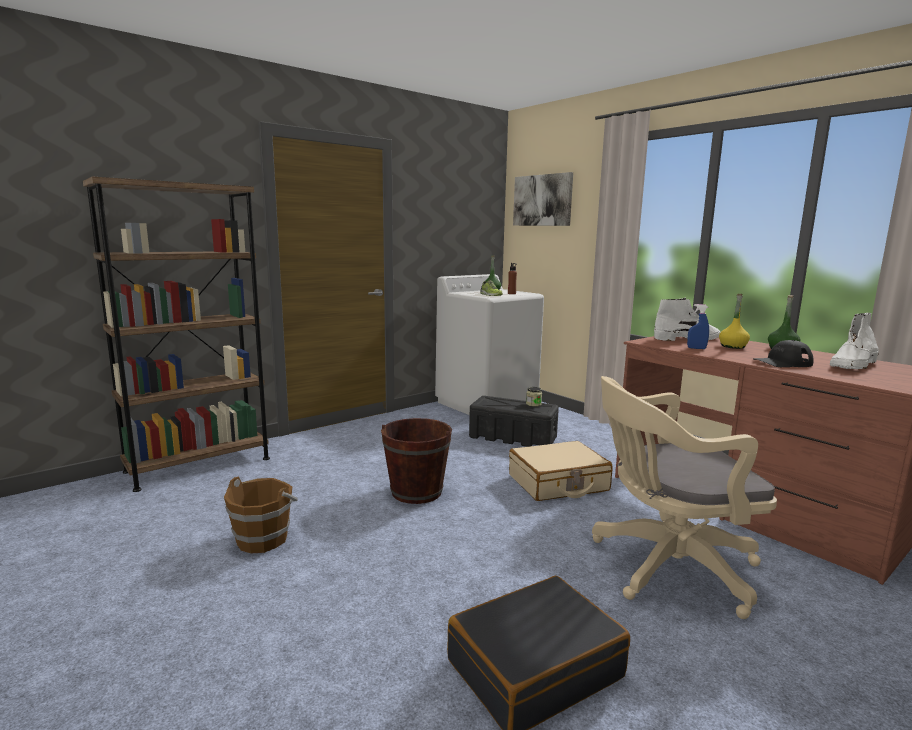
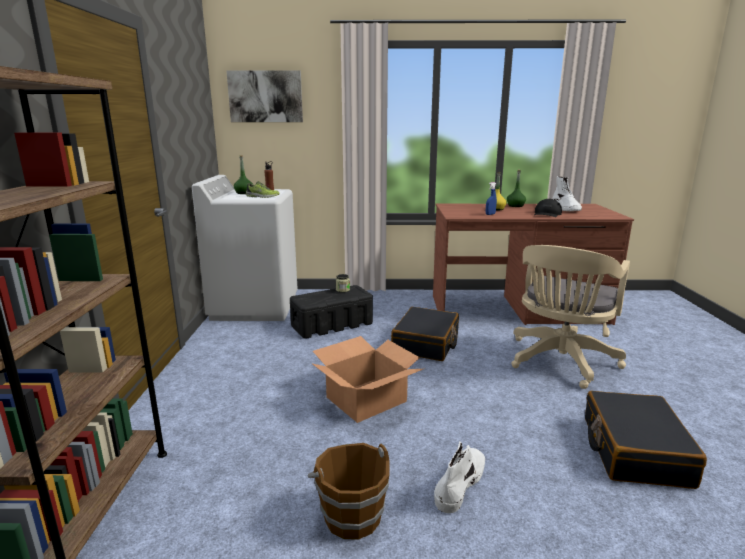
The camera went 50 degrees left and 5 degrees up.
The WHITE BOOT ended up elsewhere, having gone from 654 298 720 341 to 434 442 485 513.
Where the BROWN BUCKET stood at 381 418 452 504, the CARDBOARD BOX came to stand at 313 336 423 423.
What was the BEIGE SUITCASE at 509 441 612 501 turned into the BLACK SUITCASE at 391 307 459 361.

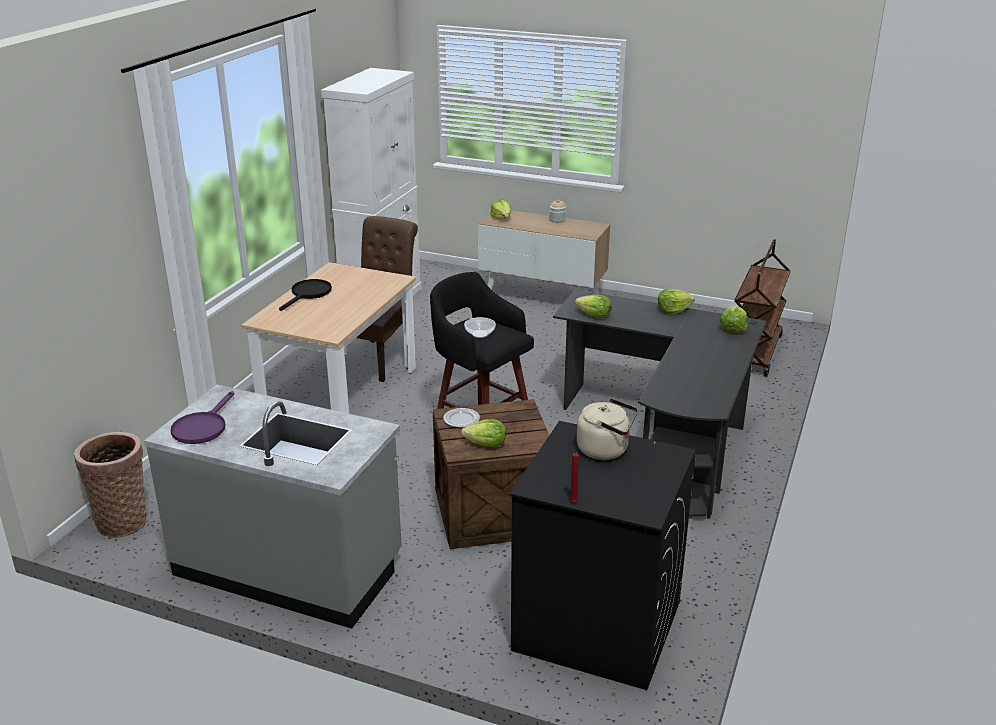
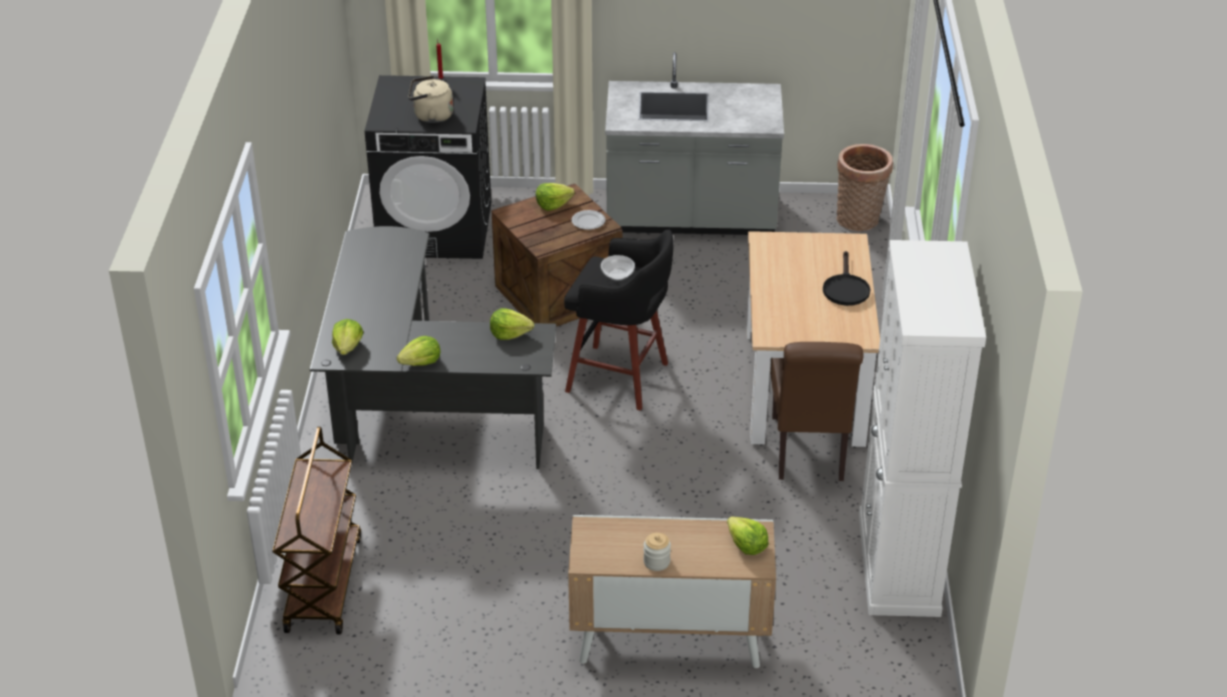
The camera went 160 degrees right and 10 degrees up.
The second view lost the PURPLE FRYING PAN at 171 391 234 444.

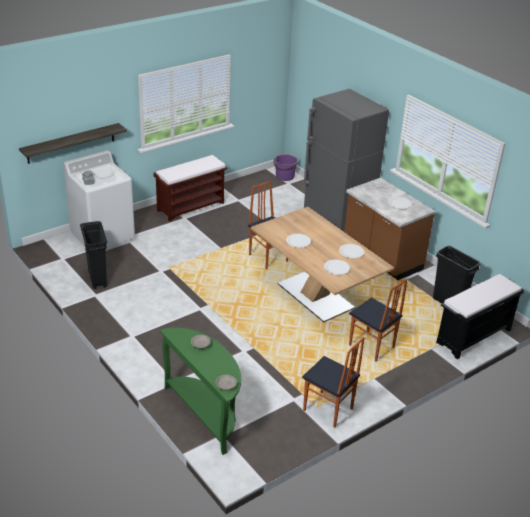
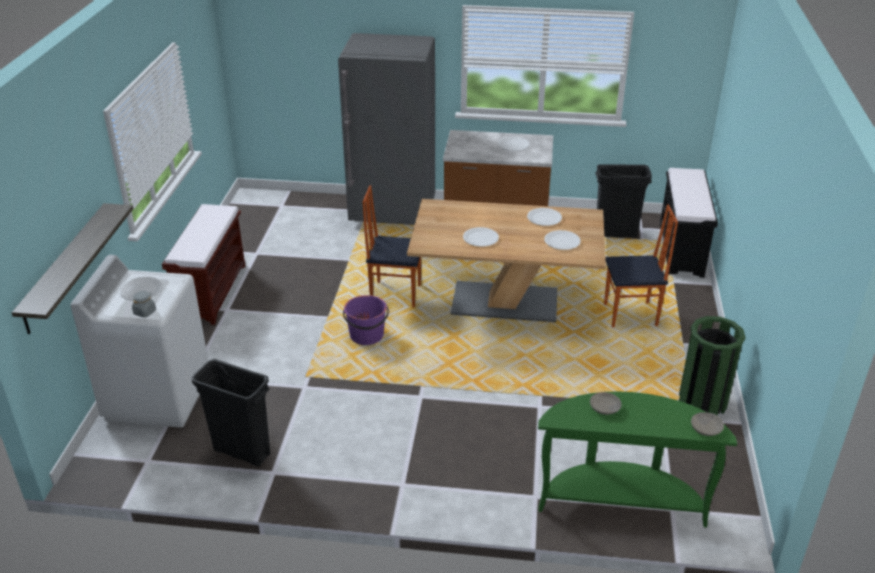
The camera went 45 degrees left and 0 degrees up.
The PURPLE BUCKET ended up elsewhere, having gone from 274 154 298 181 to 343 295 389 345.
Where the CHAIR stood at 302 337 365 428, the GREEN TRASH CAN came to stand at 679 316 746 415.

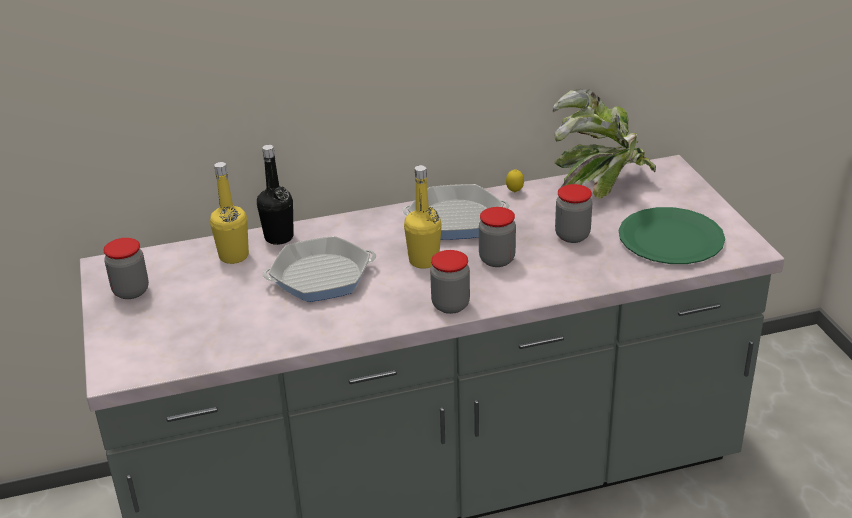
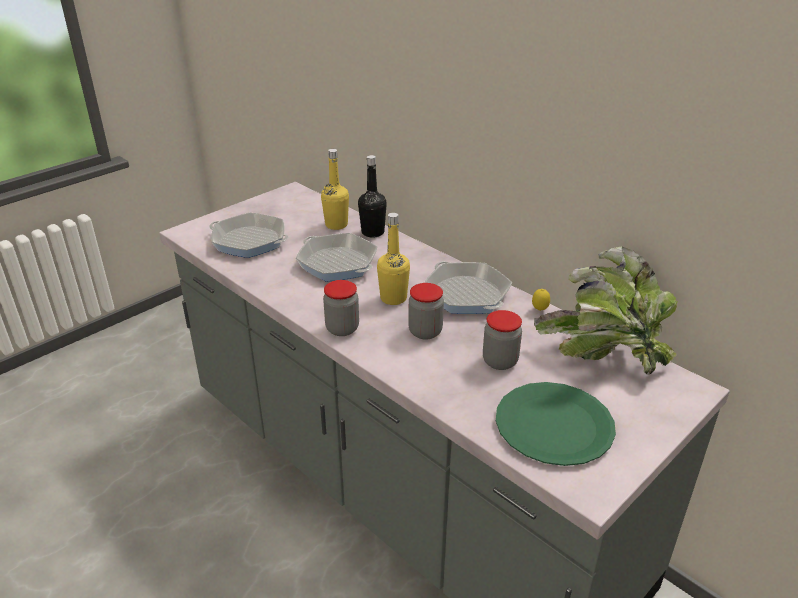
The camera went 60 degrees right and 0 degrees up.
The second view lost the JAR at 103 238 149 299.
The second view gained the FRYING PAN at 209 212 289 258.

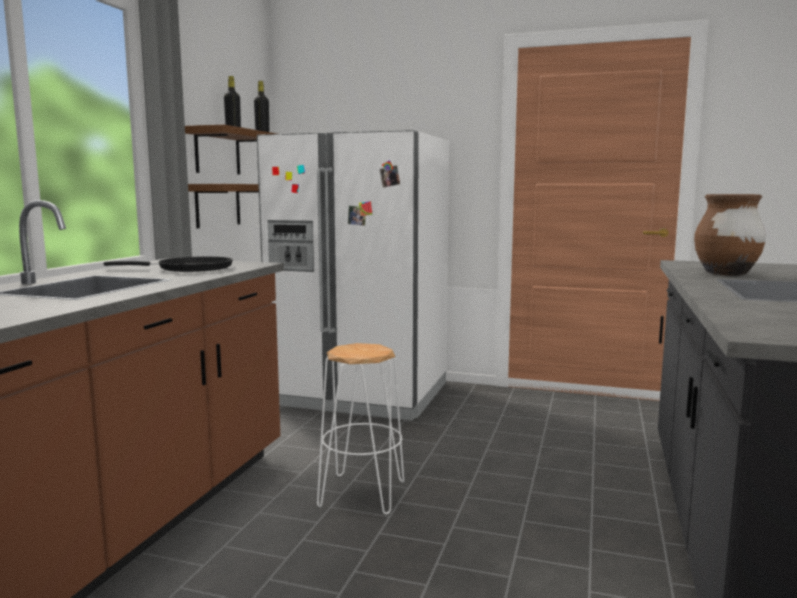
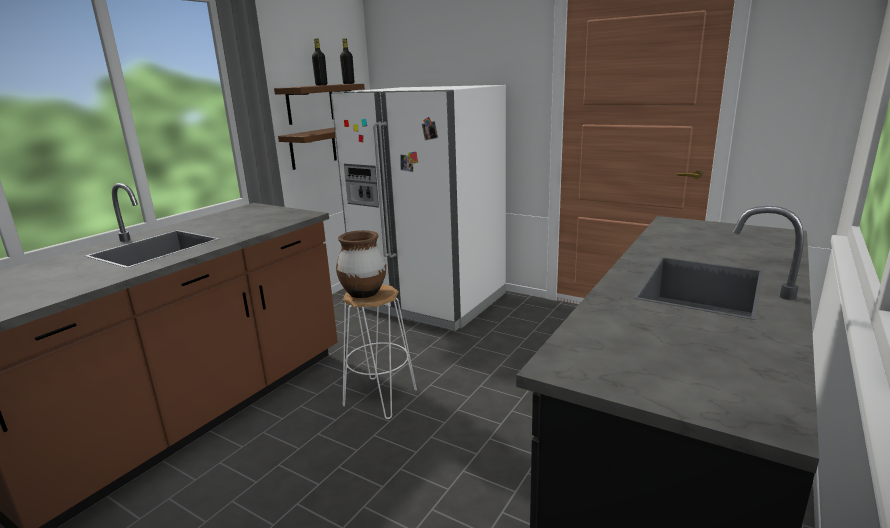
The camera went 15 degrees right and 10 degrees up.
The BROWN VASE ended up elsewhere, having gone from 694 194 766 276 to 336 230 386 298.
The second view lost the BLACK FRYING PAN at 104 256 233 272.

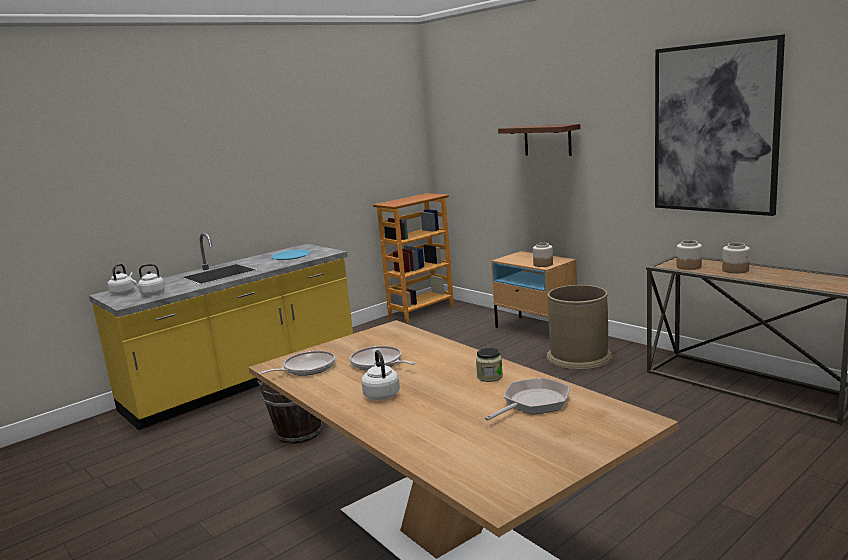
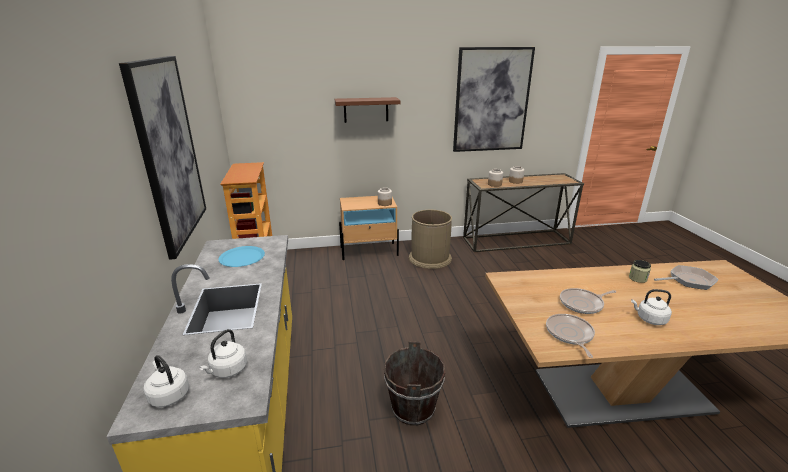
The camera went 60 degrees left and 10 degrees up.
The FRYING PAN at 485 378 570 421 ended up facing another way, 90 degrees clockwise from before.
The second view gained the PICTURE at 119 56 206 260.

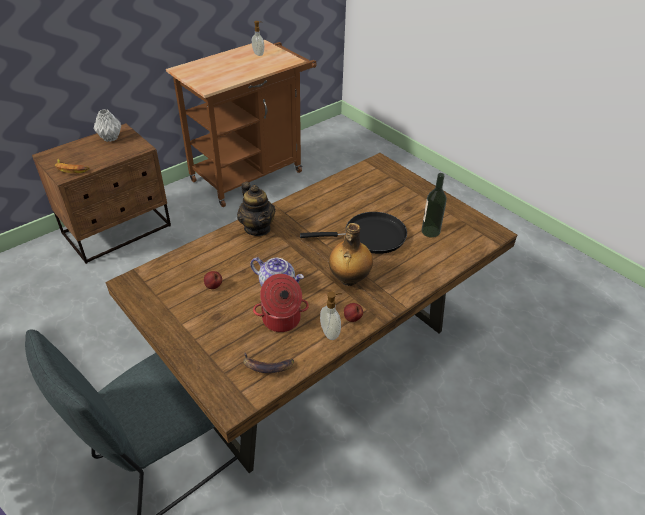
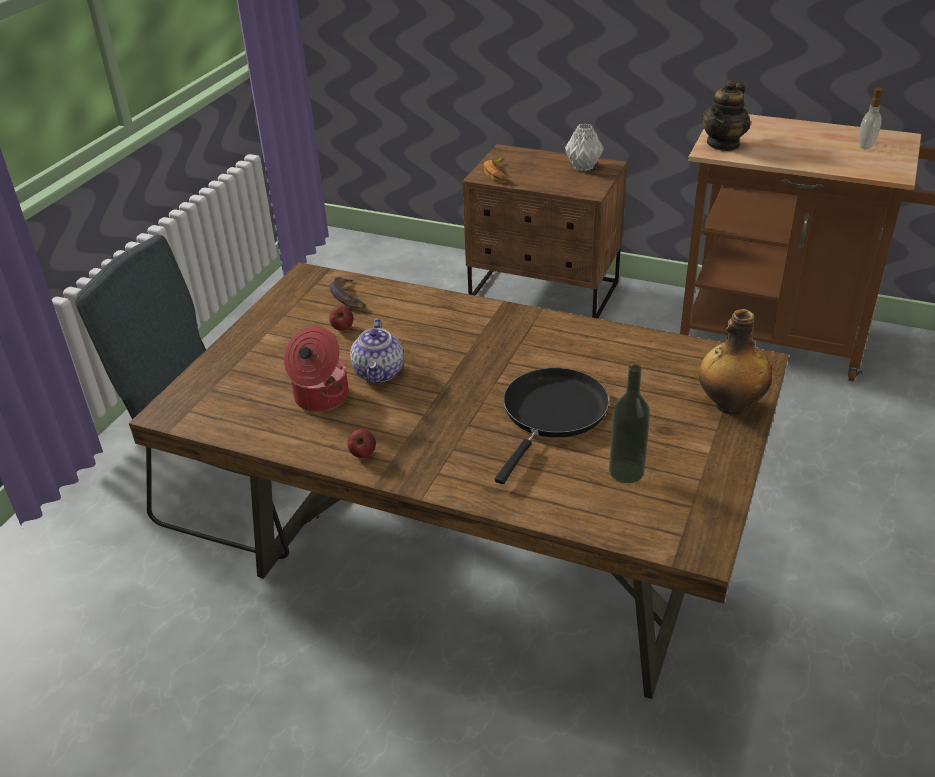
The camera went 65 degrees right and 5 degrees down.
The TEAPOT ended up elsewhere, having gone from 237 182 275 236 to 702 80 751 151.
The BLACK FRYING PAN at 300 212 407 254 ended up facing another way, 120 degrees counterclockwise from before.
The BOTTLE ended up elsewhere, having gone from 329 223 373 286 to 699 309 772 415.
The second view lost the SOAP DISPENSER at 320 292 342 340.
The BANANA ended up elsewhere, having gone from 243 353 294 373 to 329 277 365 309.

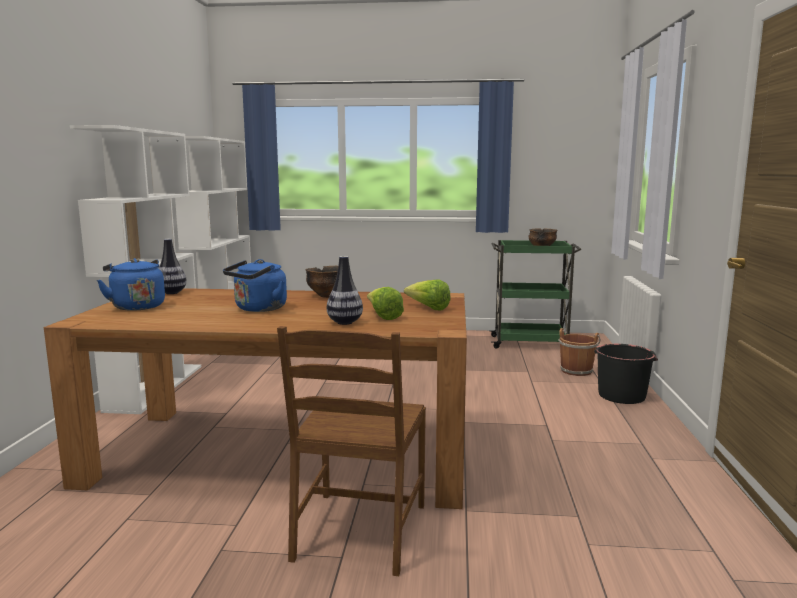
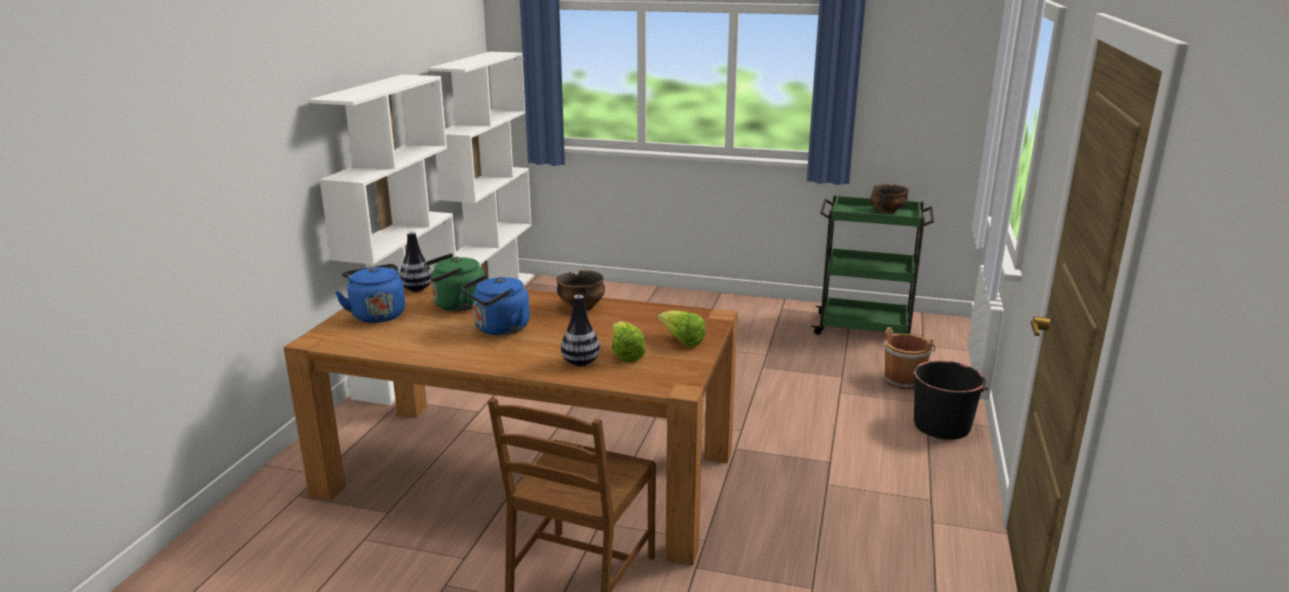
The camera went 10 degrees right and 10 degrees up.
The second view gained the GREEN KETTLE at 424 253 484 312.

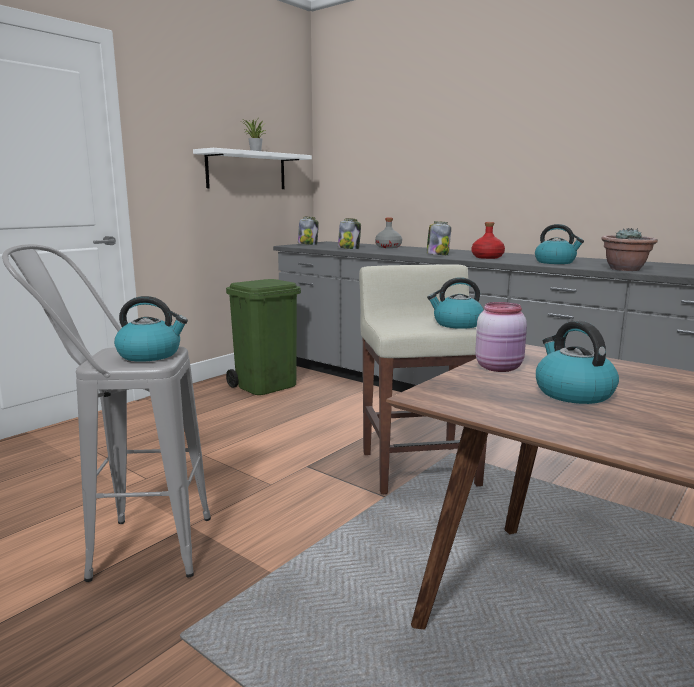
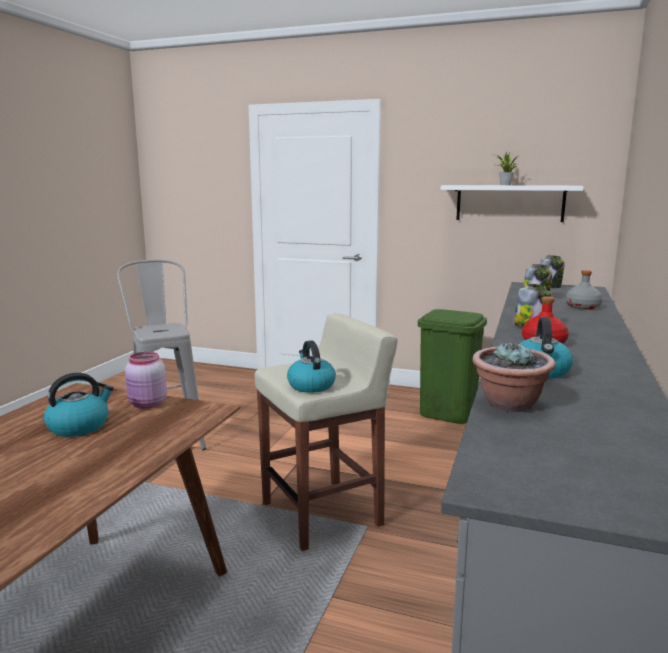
The camera went 70 degrees right and 0 degrees up.
The second view lost the KETTLE at 114 296 188 362.

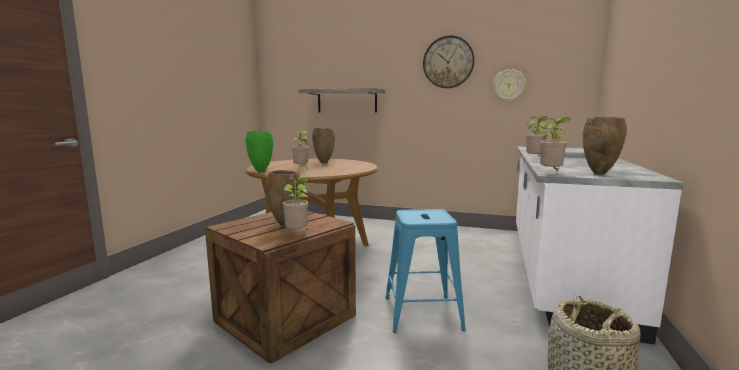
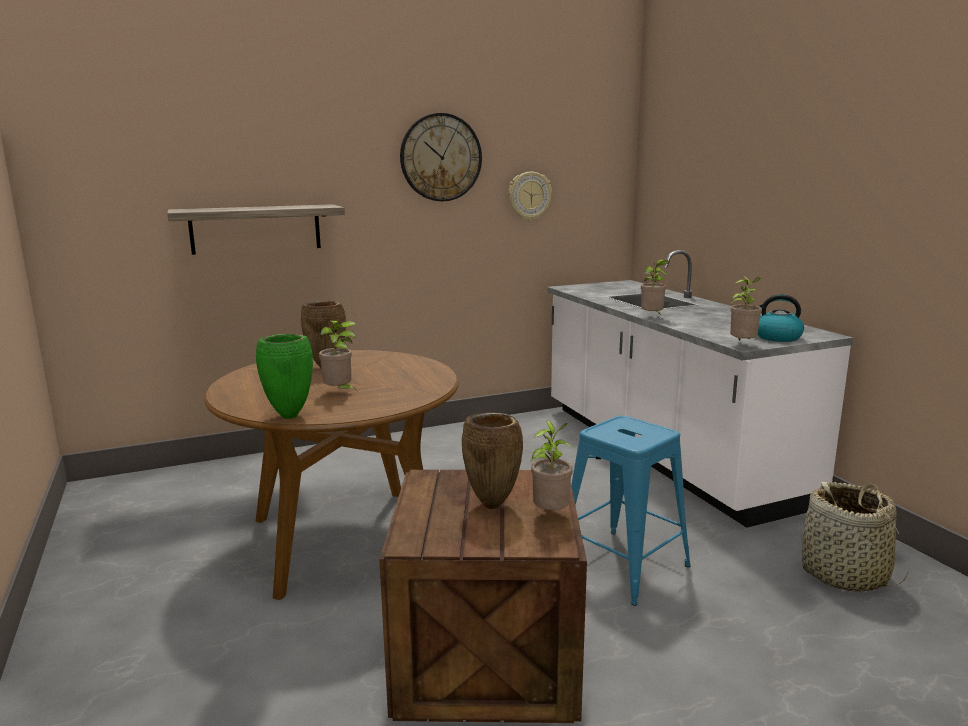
The camera went 40 degrees left and 5 degrees up.
Where the BROWN VASE stood at 583 117 627 175, the KETTLE came to stand at 758 294 804 342.

